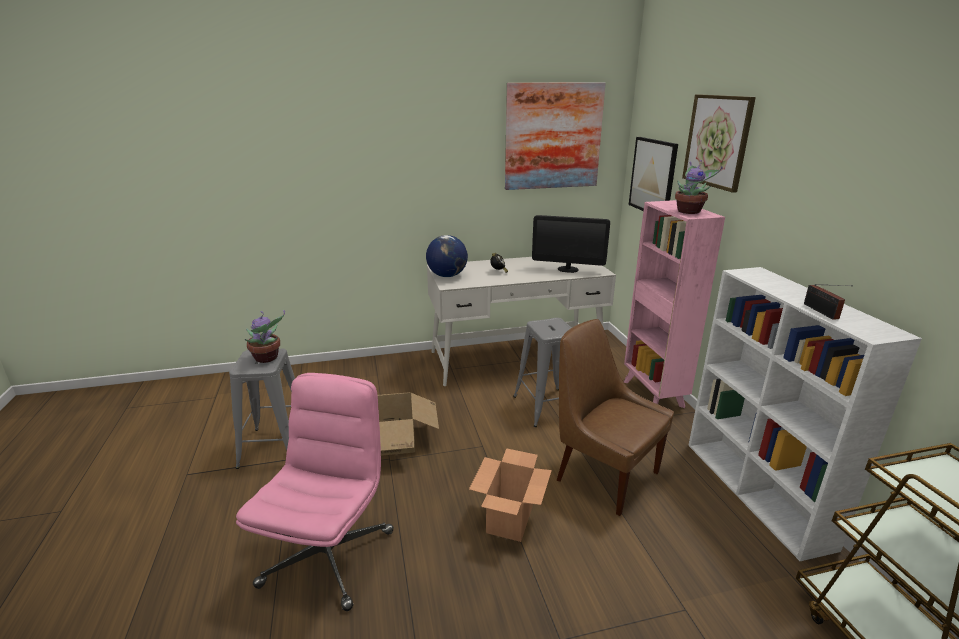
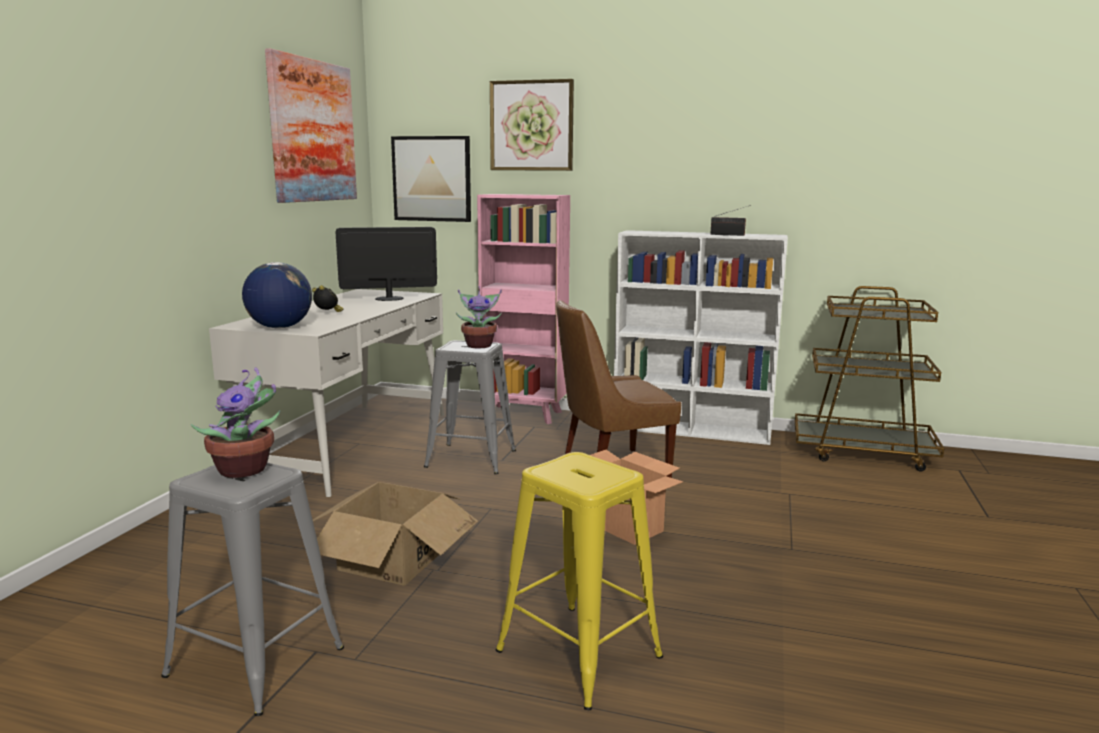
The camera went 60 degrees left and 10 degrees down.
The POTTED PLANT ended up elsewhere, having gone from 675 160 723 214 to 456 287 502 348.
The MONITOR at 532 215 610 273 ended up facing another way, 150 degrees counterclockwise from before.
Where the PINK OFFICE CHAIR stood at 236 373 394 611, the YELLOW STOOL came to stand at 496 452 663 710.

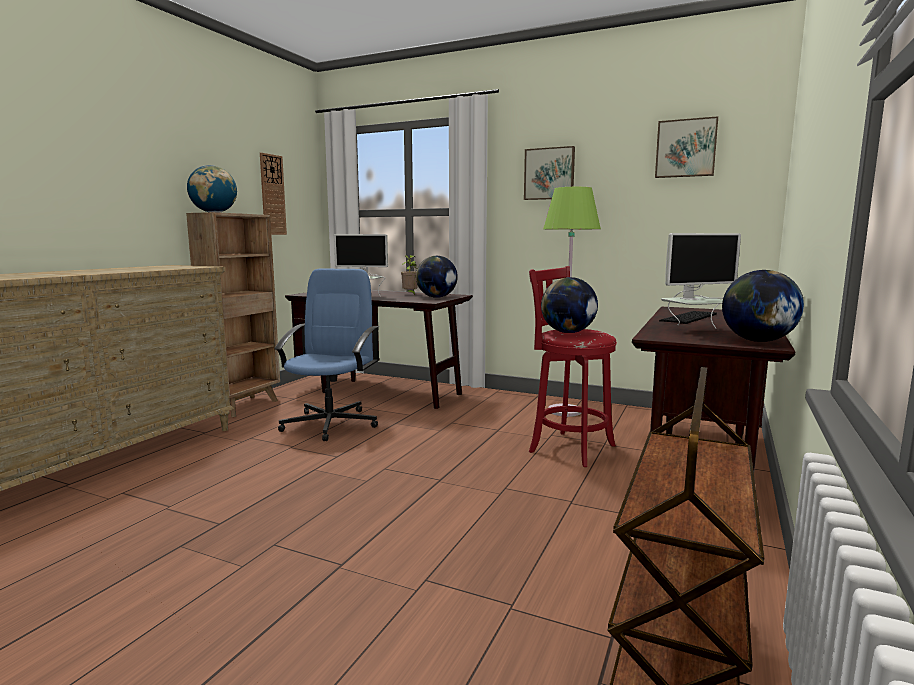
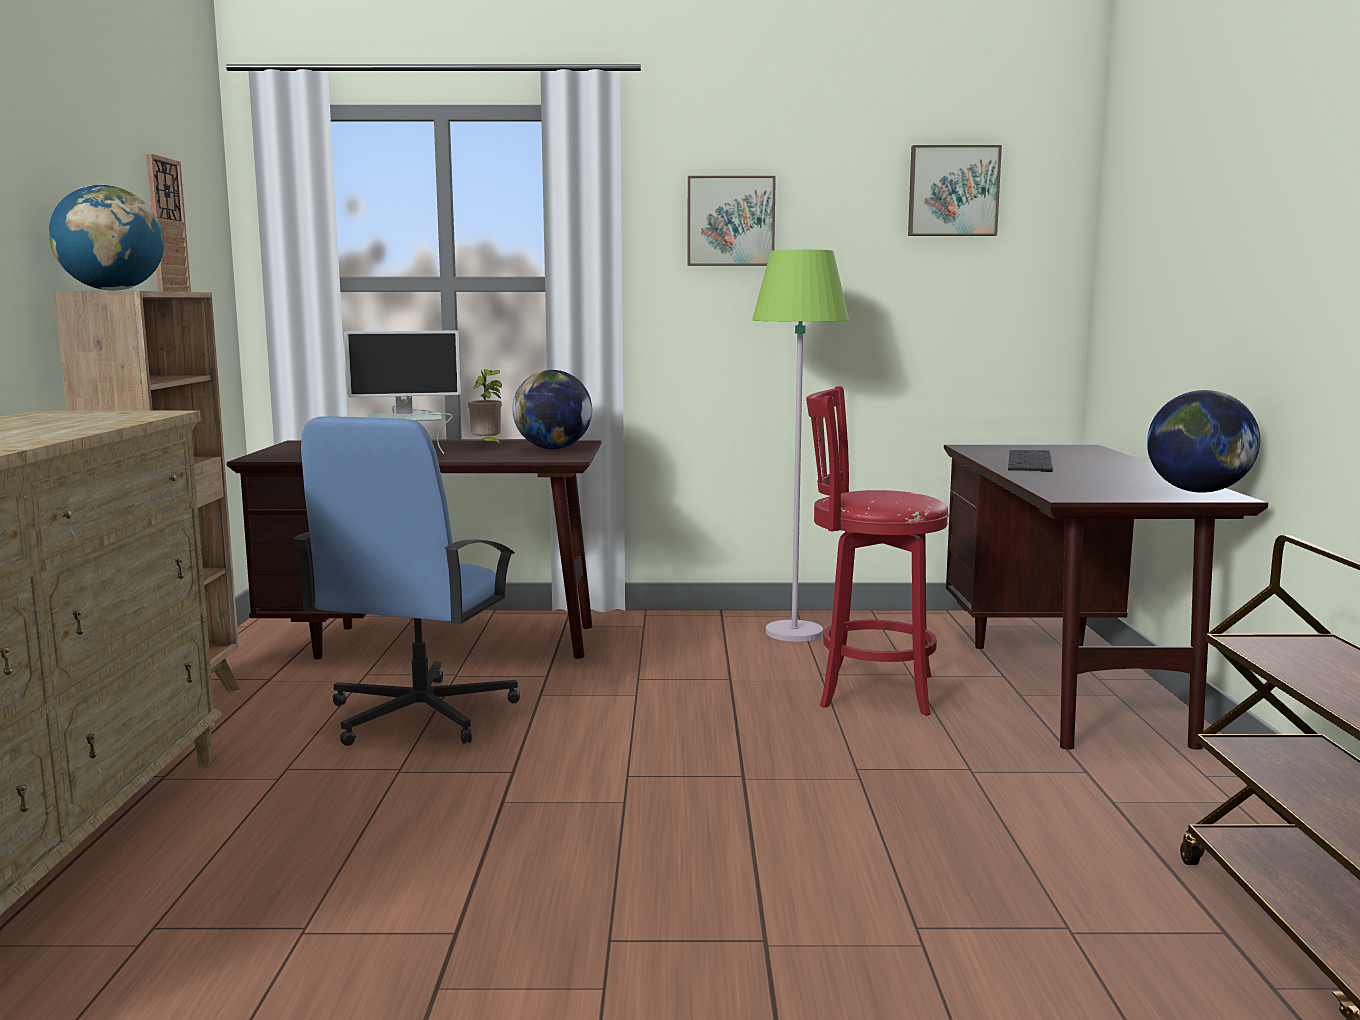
The camera went 25 degrees left and 0 degrees up.
The second view lost the MONITOR at 661 233 741 329.
The BLUE OFFICE CHAIR at 274 269 380 441 ended up facing another way, 150 degrees counterclockwise from before.
The second view lost the GLOBE at 541 277 598 333.

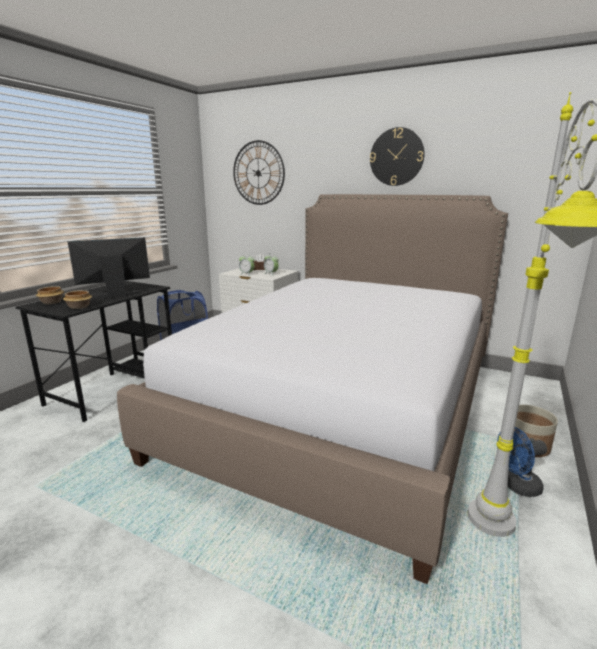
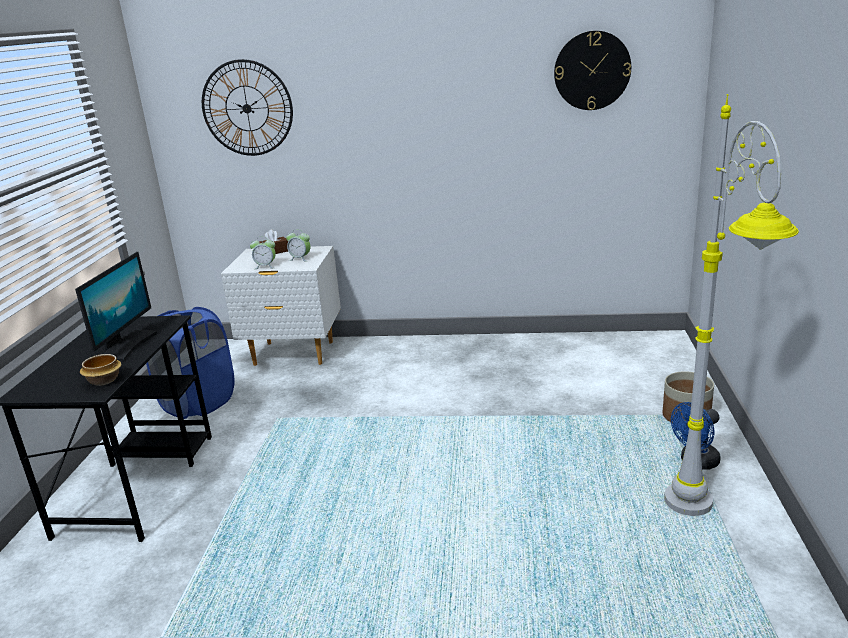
The camera went 20 degrees left and 5 degrees up.
The WALL CLOCK ended up elsewhere, having gone from 370 127 425 186 to 554 31 631 110.
The second view lost the BED at 117 194 508 584.
The MONITOR at 68 237 150 299 ended up facing another way, 150 degrees clockwise from before.
The second view lost the BOWL at 36 286 64 304.

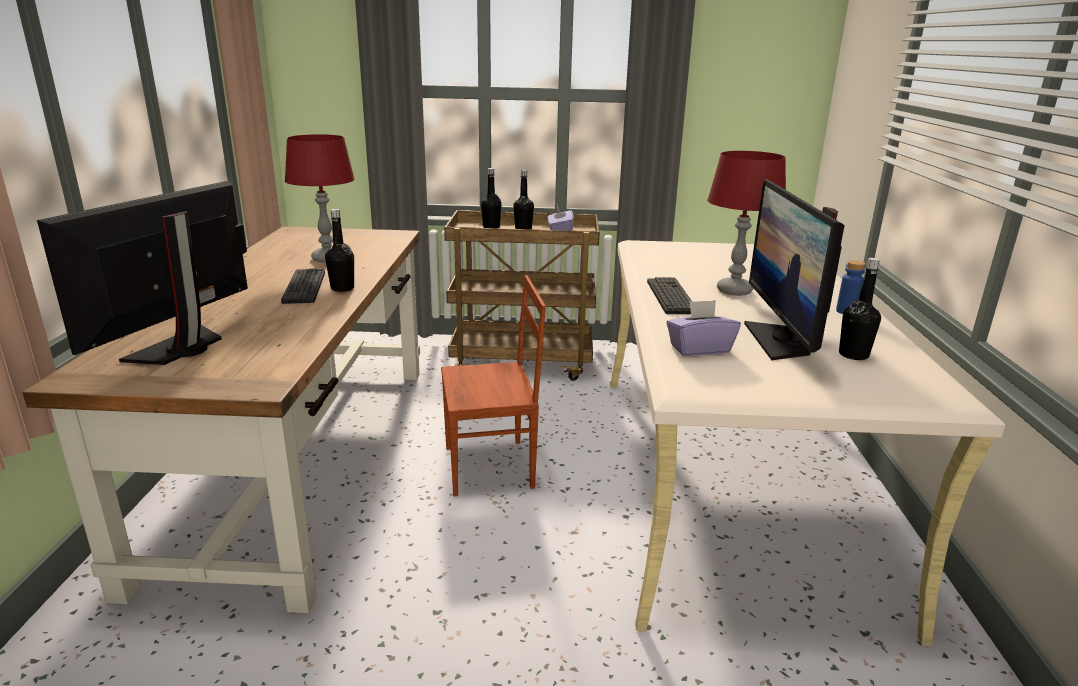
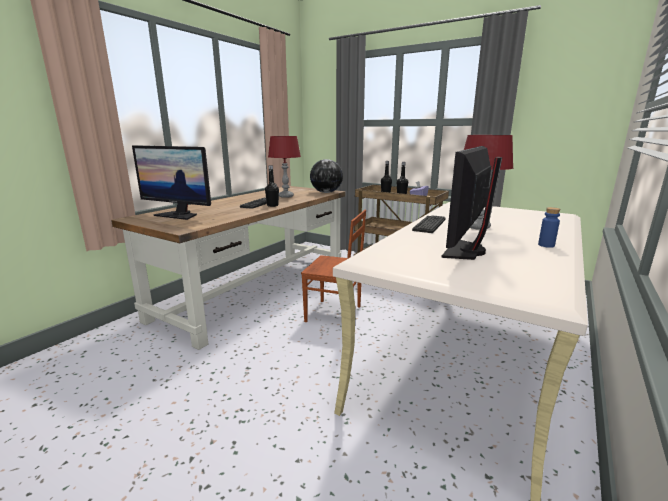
The camera went 30 degrees right and 5 degrees down.
The MONITOR at 37 181 248 365 ended up facing another way, 120 degrees counterclockwise from before.
The second view lost the BLACK BOTTLE at 839 258 881 360.
The second view lost the PURPLE TISSUE BOX at 666 300 741 356.
The second view gained the GLOBE at 310 159 343 193.

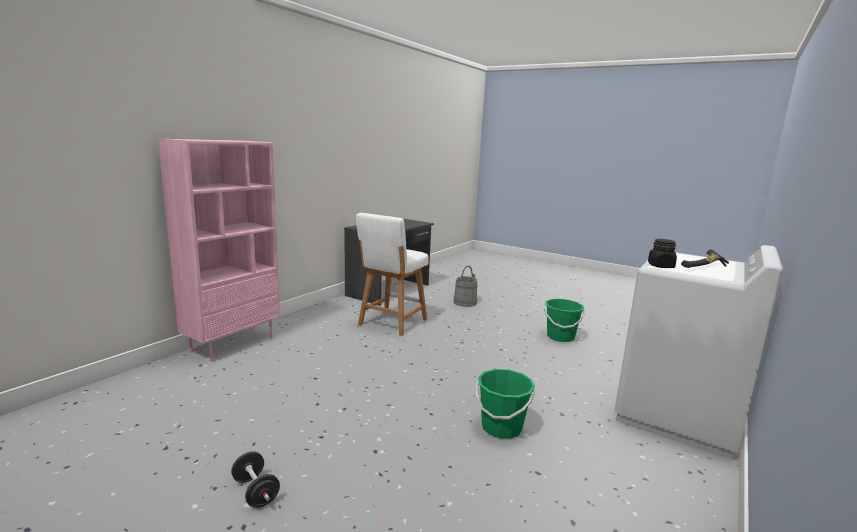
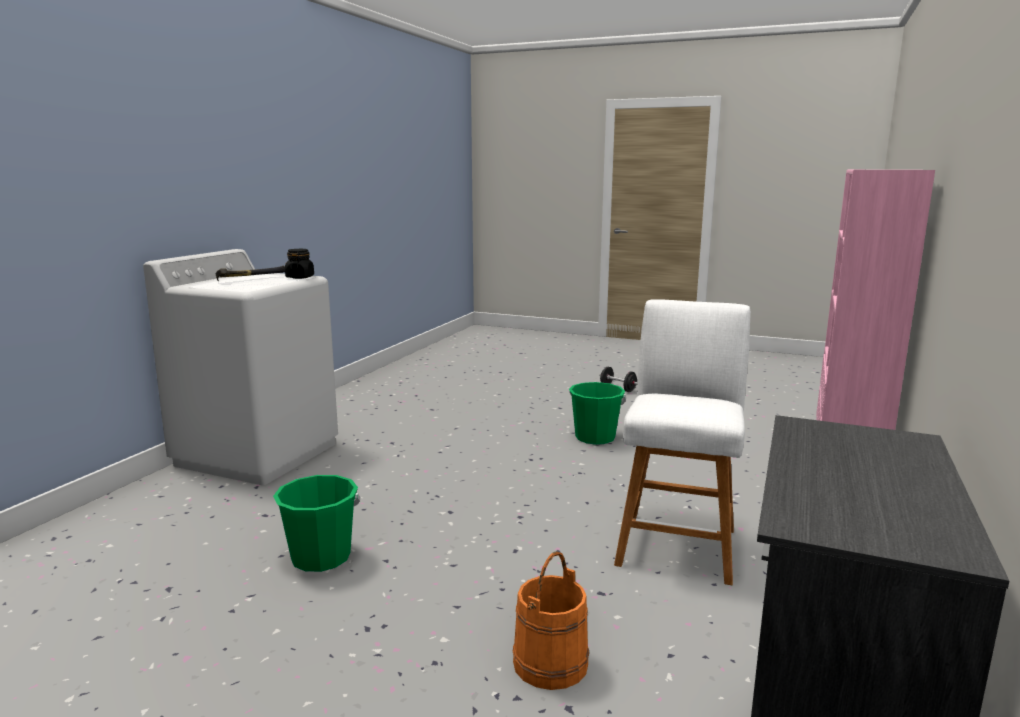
The camera went 170 degrees right and 0 degrees up.
What was the GREY BUCKET at 454 265 477 307 turned into the ORANGE BUCKET at 513 551 589 690.
The GREEN BUCKET ended up elsewhere, having gone from 476 369 535 439 to 569 382 626 445.

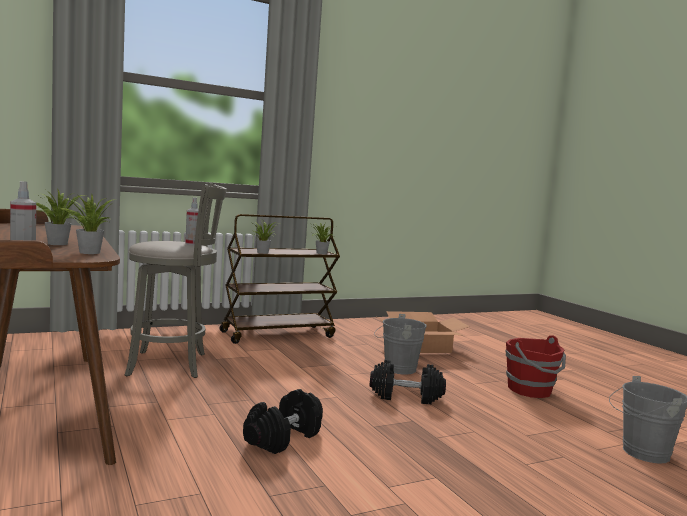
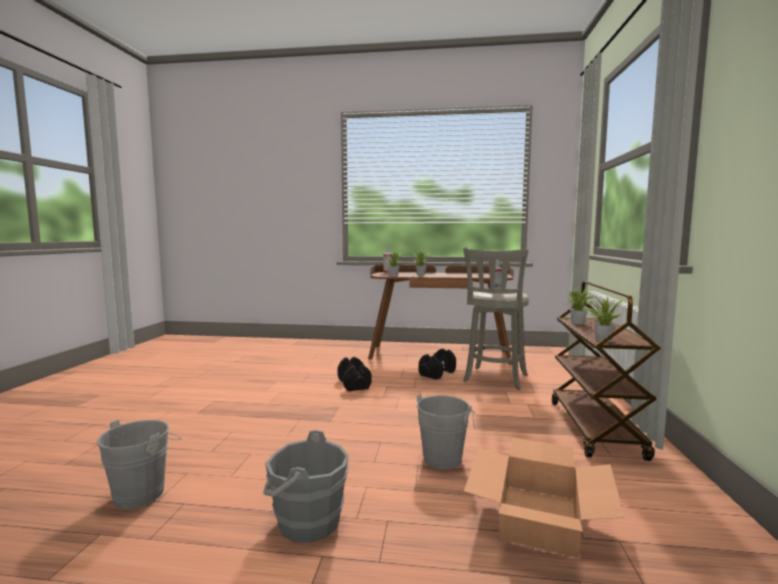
The camera went 125 degrees right and 0 degrees up.
What was the RED BUCKET at 505 335 566 398 turned into the GREY BUCKET at 263 430 349 543.
The BLACK DUMBBELL ended up elsewhere, having gone from 370 360 446 404 to 418 349 456 379.

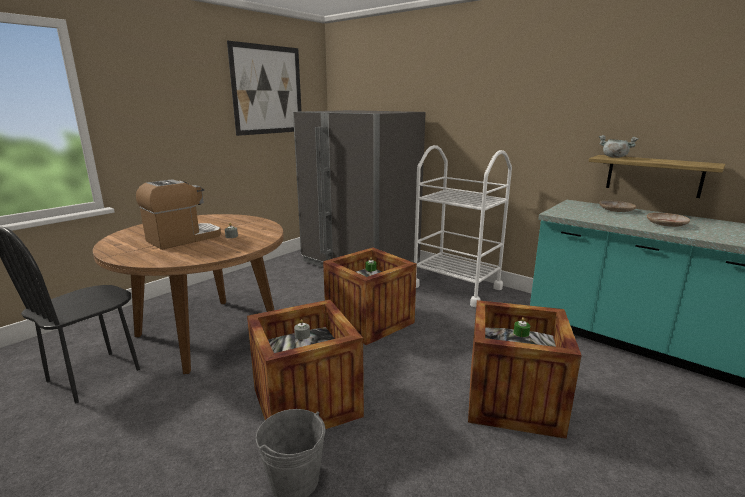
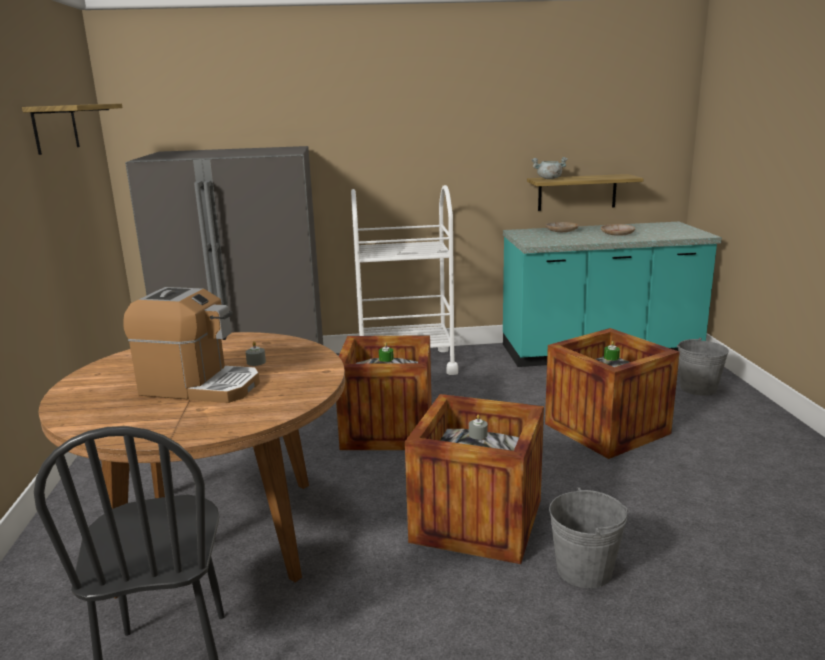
The camera went 45 degrees left and 0 degrees up.
Where the PICTURE hung at 227 41 301 136, the SHELF came to hang at 22 104 122 155.
The COFFEE MACHINE at 136 179 221 250 ended up facing another way, 105 degrees clockwise from before.
The second view gained the GREY BUCKET at 677 338 729 396.

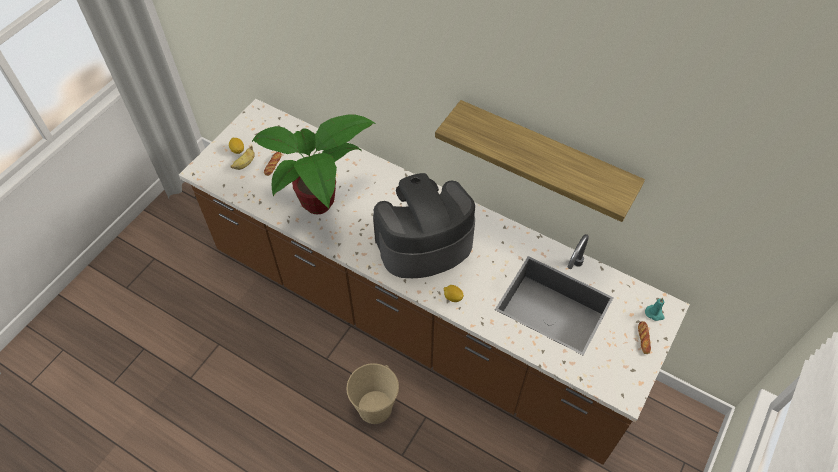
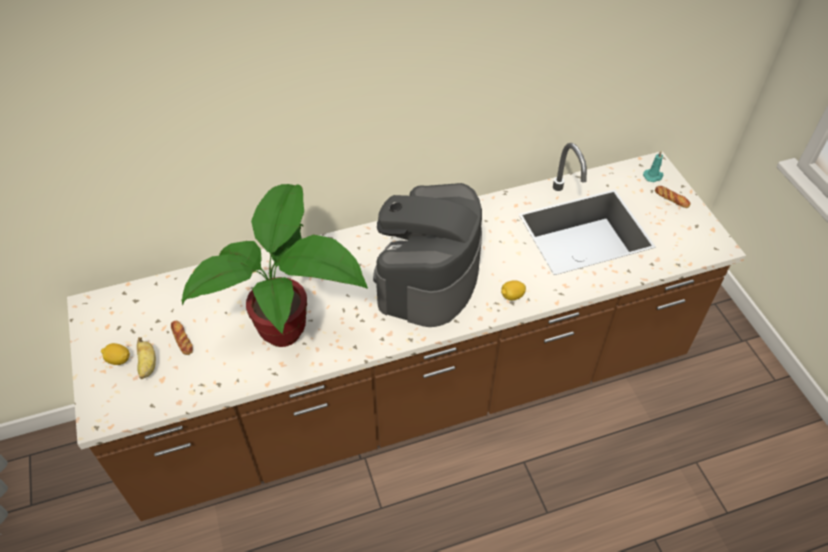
The camera went 50 degrees left and 5 degrees down.
The second view lost the SHELF at 435 100 645 222.
The second view lost the BEIGE BUCKET at 347 363 399 424.

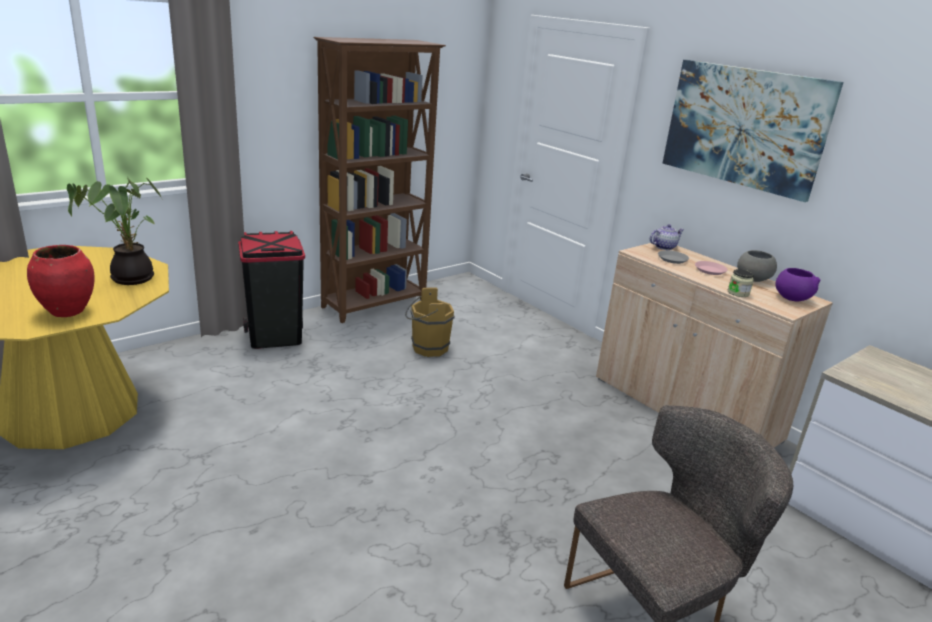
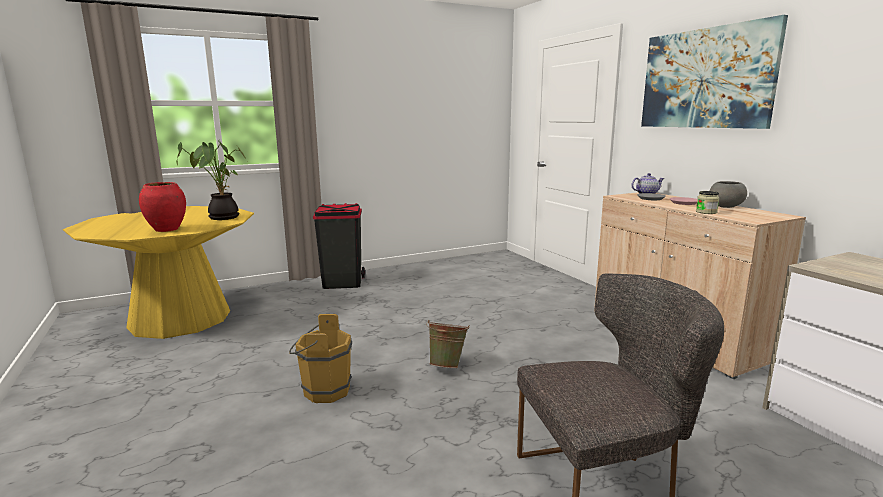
The camera went 15 degrees right and 10 degrees down.
The second view lost the BROWN BOOKCASE at 313 37 446 323.
The second view lost the PURPLE BOWL at 775 268 820 302.
The BROWN BUCKET ended up elsewhere, having gone from 405 287 455 357 to 289 314 352 403.
The second view gained the GREEN BUCKET at 426 320 470 368.

